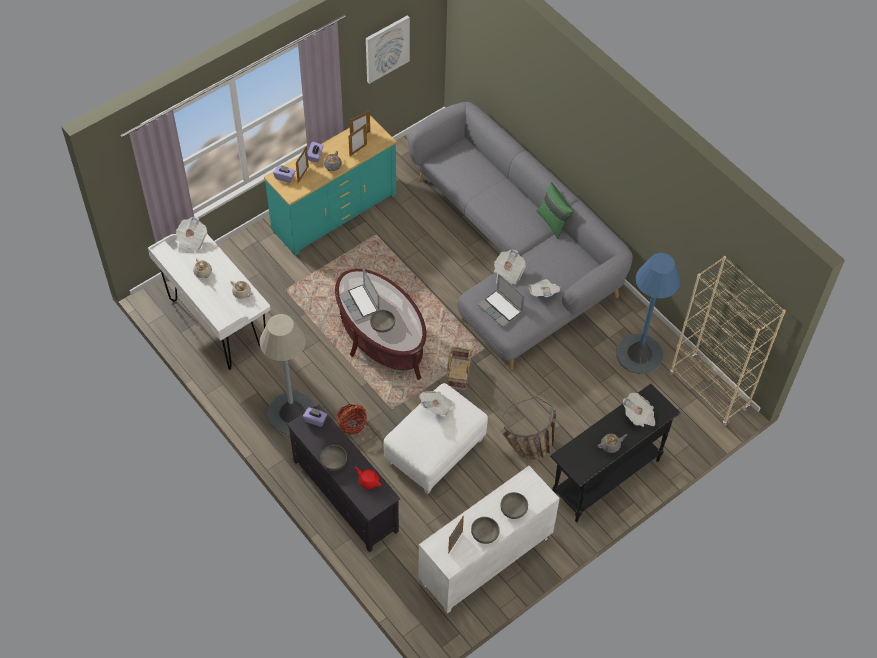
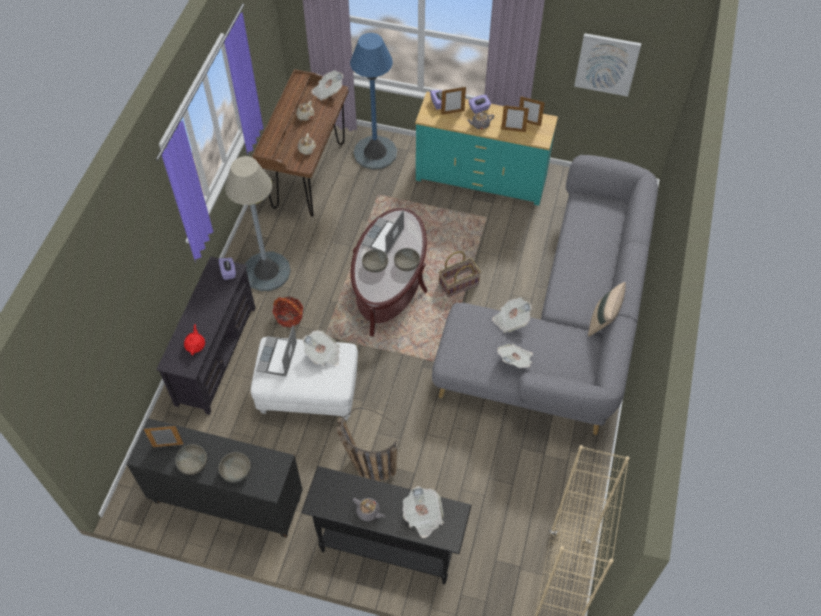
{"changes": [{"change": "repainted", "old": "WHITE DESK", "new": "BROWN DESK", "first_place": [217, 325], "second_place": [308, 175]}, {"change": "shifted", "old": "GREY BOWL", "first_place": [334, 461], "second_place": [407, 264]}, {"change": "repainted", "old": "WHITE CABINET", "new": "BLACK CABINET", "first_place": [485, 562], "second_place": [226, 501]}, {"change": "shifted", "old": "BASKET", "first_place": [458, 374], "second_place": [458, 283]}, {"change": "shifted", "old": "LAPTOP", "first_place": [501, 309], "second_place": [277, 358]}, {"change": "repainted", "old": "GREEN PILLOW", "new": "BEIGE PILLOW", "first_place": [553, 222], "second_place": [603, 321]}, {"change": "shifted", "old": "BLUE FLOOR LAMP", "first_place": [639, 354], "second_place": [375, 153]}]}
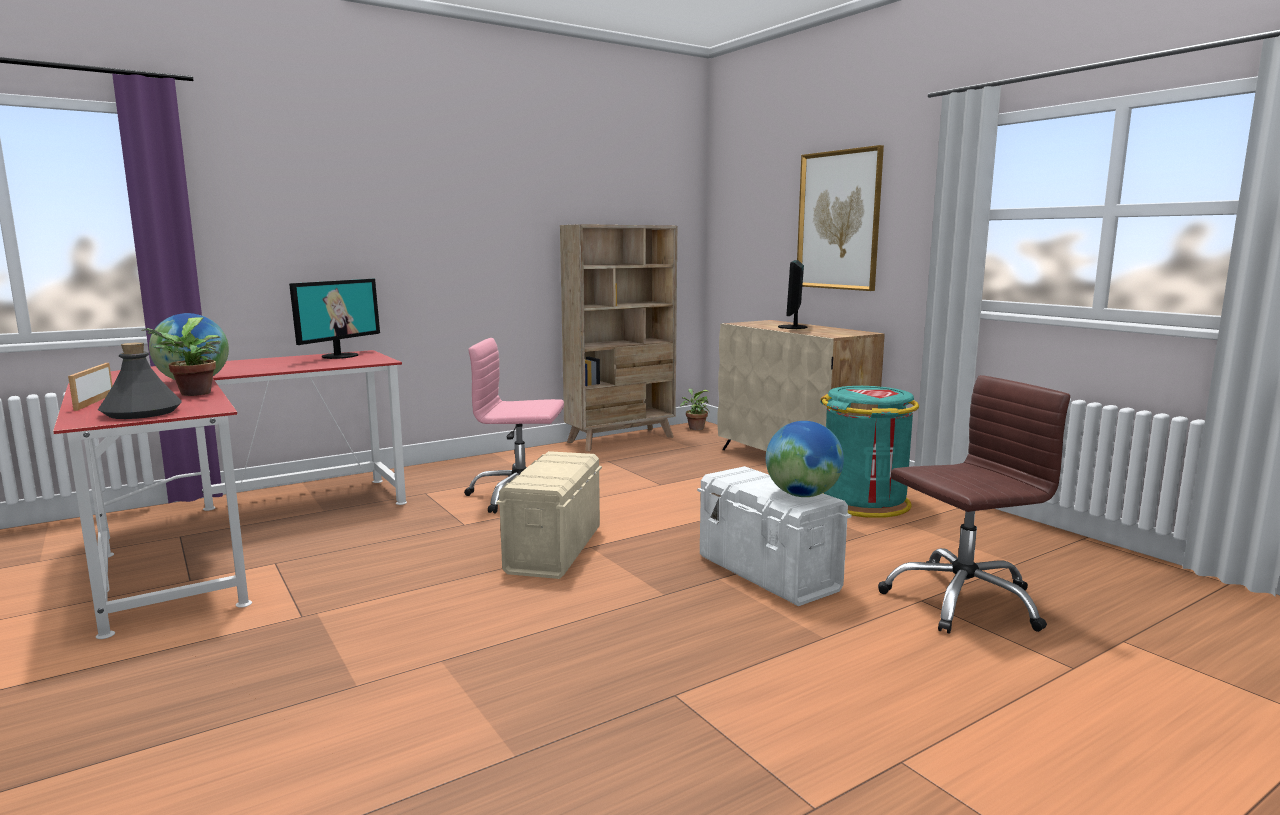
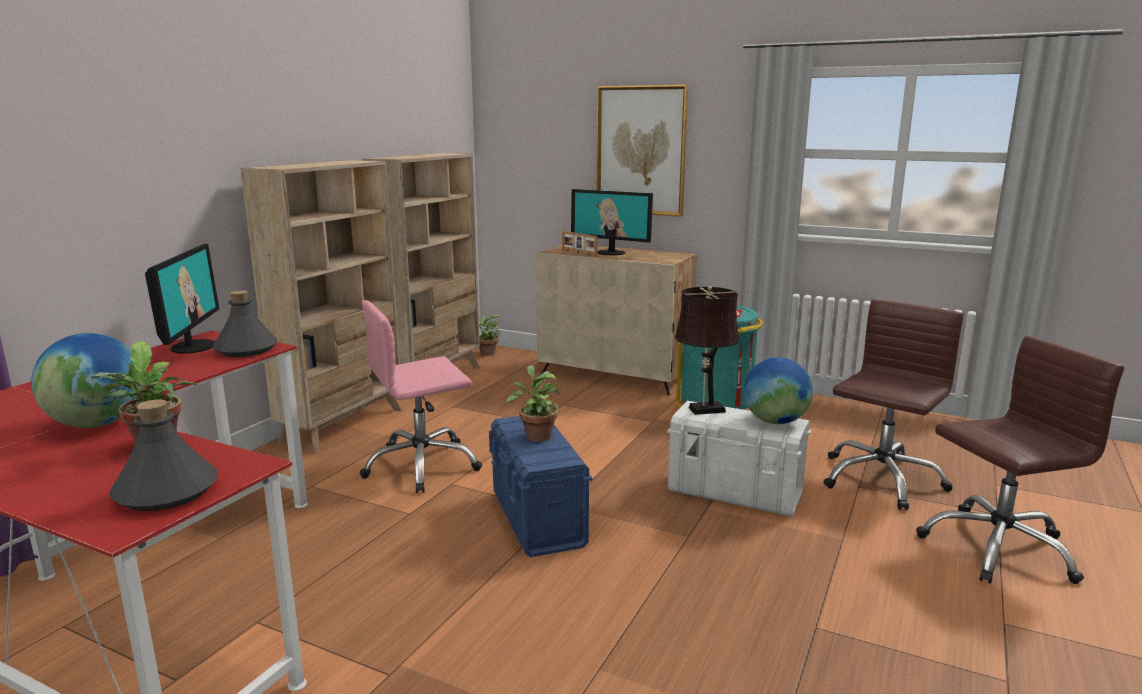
{"changes": [{"change": "shifted", "old": "PICTURE FRAME", "first_place": [93, 402], "second_place": [578, 253]}, {"change": "repainted", "old": "BEIGE STORAGE BOX", "new": "BLUE STORAGE BOX", "first_place": [553, 550], "second_place": [537, 519]}, {"change": "rotated", "old": "MONITOR", "first_place": [793, 327], "second_place": [611, 252], "degrees": -45}, {"change": "new", "new": "GREY BOTTLE", "second_place": [246, 349]}, {"change": "new", "new": "BEIGE BOOKCASE", "second_place": [343, 425]}, {"change": "new", "new": "POTTED PLANT", "second_place": [536, 436]}, {"change": "new", "new": "BROWN TABLE LAMP", "second_place": [703, 410]}, {"change": "new", "new": "BROWN OFFICE CHAIR", "second_place": [997, 547]}]}
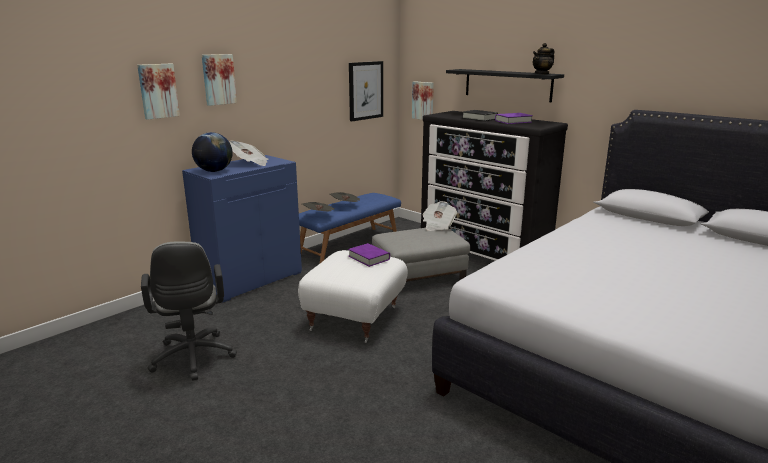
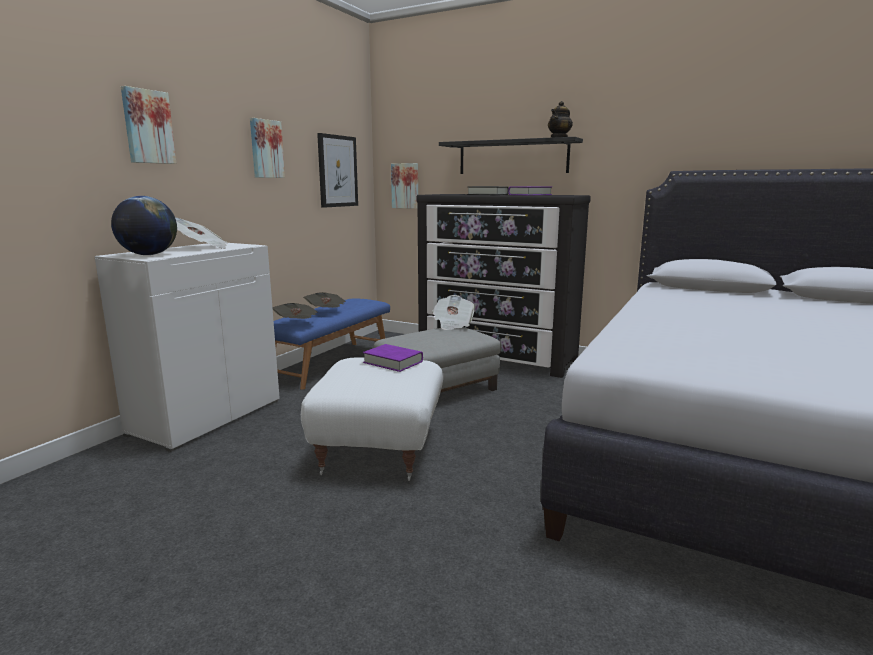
{"changes": [{"change": "shifted", "old": "PICTURE", "first_place": [158, 91], "second_place": [266, 149]}, {"change": "gone", "old": "GREY OFFICE CHAIR", "first_place": [193, 359]}, {"change": "repainted", "old": "BLUE CABINET", "new": "WHITE CABINET", "first_place": [250, 279], "second_place": [206, 416]}]}
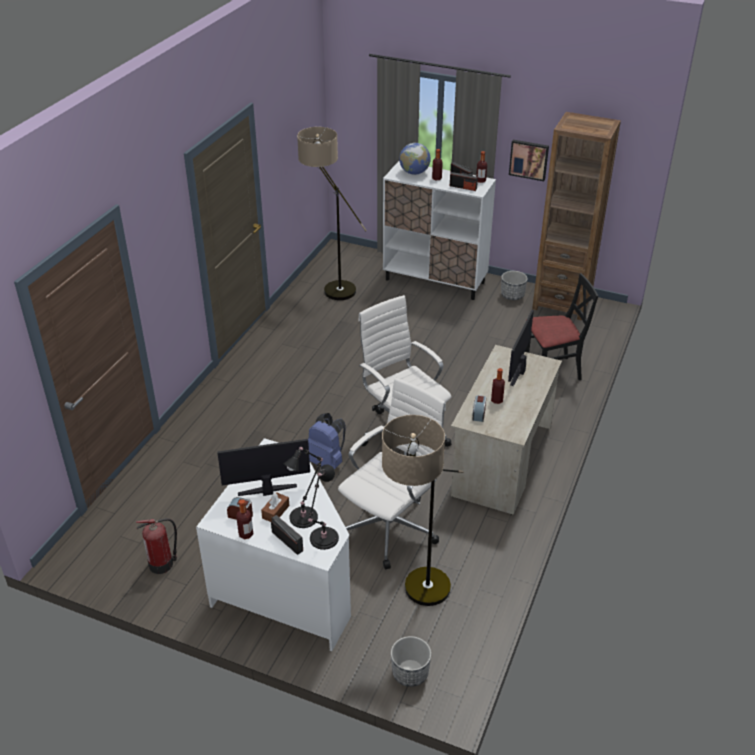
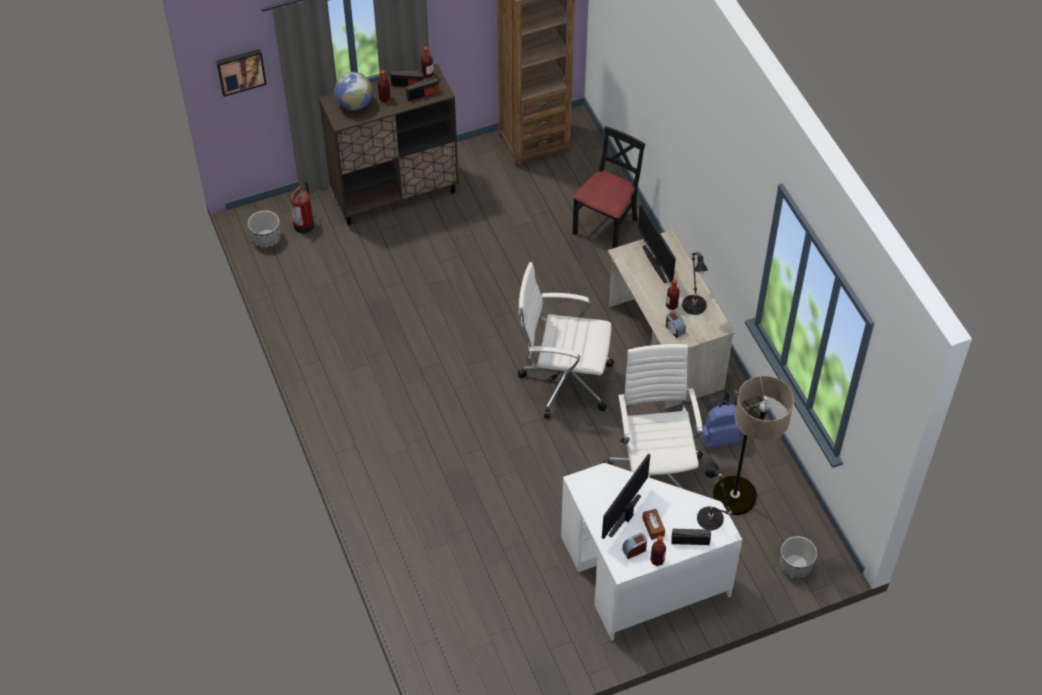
{"changes": [{"change": "shifted", "old": "FIRE EXTINGUISHER", "first_place": [162, 564], "second_place": [304, 224]}, {"change": "shifted", "old": "BLACK TABLE LAMP", "first_place": [305, 516], "second_place": [694, 303]}, {"change": "gone", "old": "FLOOR LAMP", "first_place": [330, 286]}, {"change": "shifted", "old": "BLUE BACKPACK", "first_place": [327, 461], "second_place": [719, 436]}, {"change": "repainted", "old": "WHITE CABINET", "new": "BROWN CABINET", "first_place": [435, 281], "second_place": [395, 194]}, {"change": "shifted", "old": "PLANTER", "first_place": [512, 295], "second_place": [266, 239]}, {"change": "shifted", "old": "PICTURE", "first_place": [529, 159], "second_place": [240, 71]}]}
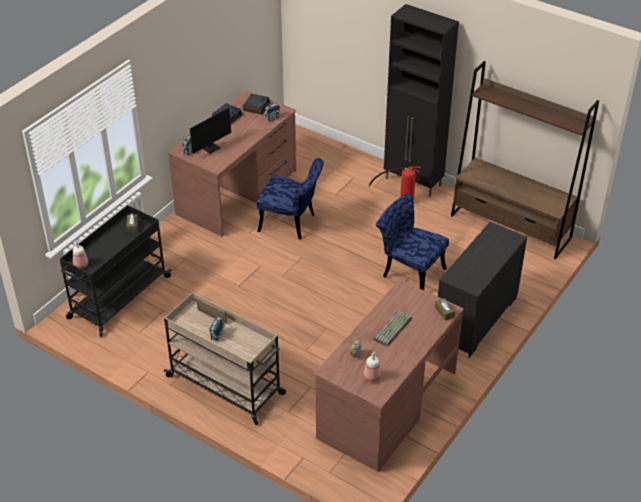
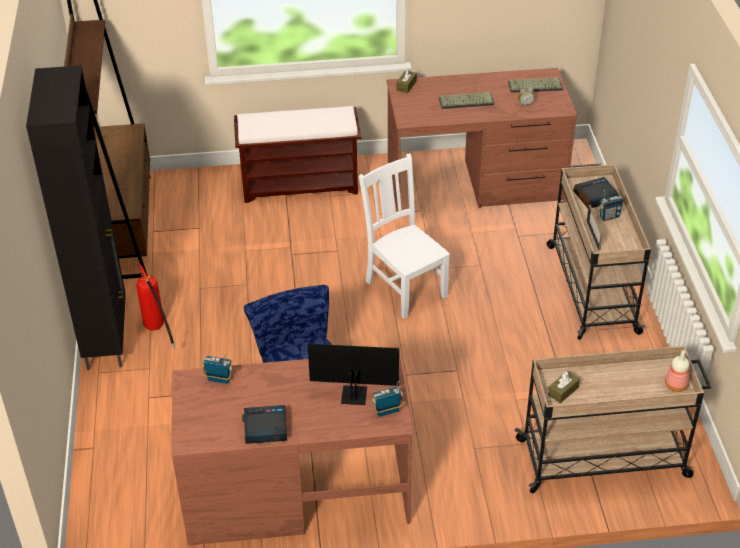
{"changes": [{"change": "repainted", "old": "BLACK CART", "new": "BEIGE CART", "first_place": [118, 298], "second_place": [604, 458]}, {"change": "shifted", "old": "ALARM CLOCK", "first_place": [256, 107], "second_place": [594, 197]}, {"change": "swapped", "old": "BOTTLE", "new": "KEYBOARD", "first_place": [372, 377], "second_place": [535, 85]}, {"change": "gone", "old": "BLUE CHAIR", "first_place": [409, 271]}, {"change": "swapped", "old": "BLACK DRESSER", "new": "BROWN BENCH", "first_place": [476, 319], "second_place": [301, 185]}, {"change": "new", "new": "WHITE CHAIR", "second_place": [404, 287]}]}
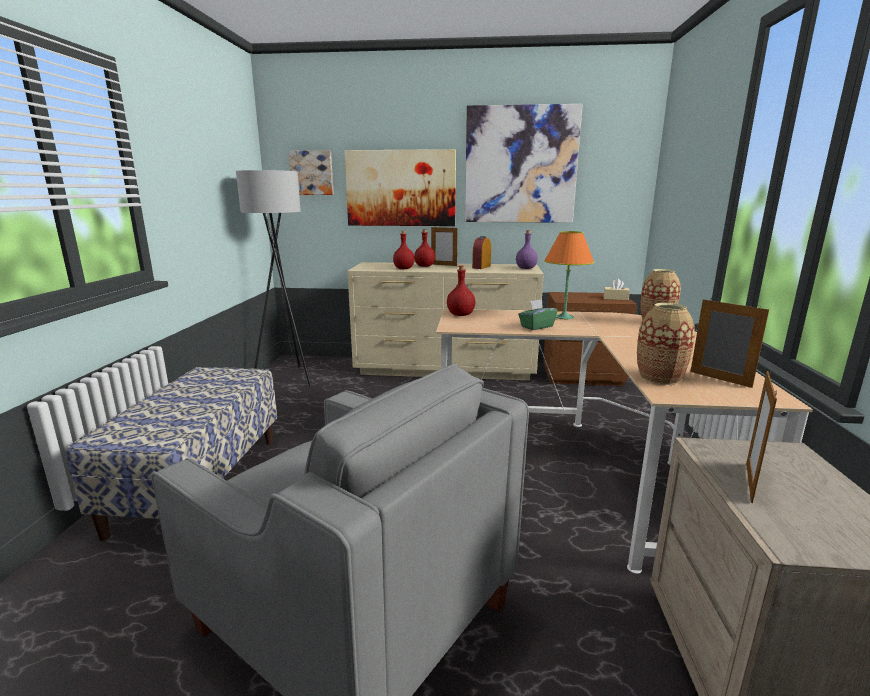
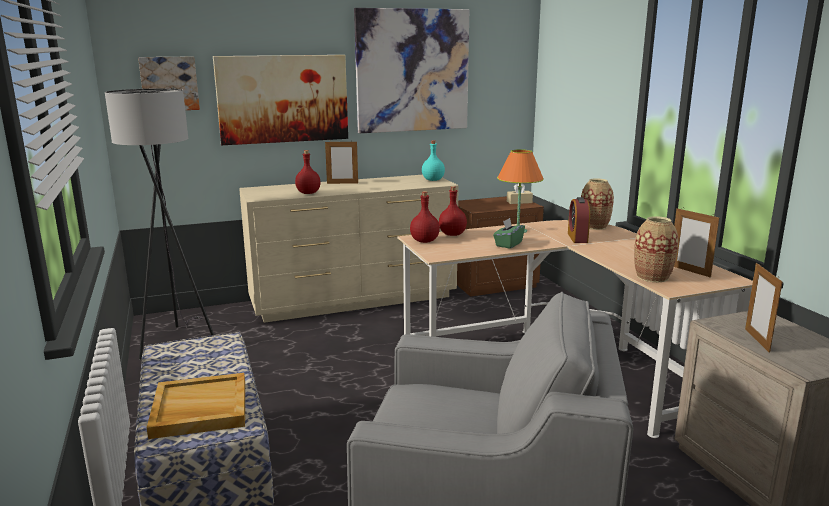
{"changes": [{"change": "shifted", "old": "RED BOTTLE", "first_place": [425, 266], "second_place": [452, 234]}, {"change": "shifted", "old": "ALARM CLOCK", "first_place": [481, 267], "second_place": [577, 238]}, {"change": "repainted", "old": "PURPLE BOTTLE", "new": "TURQUOISE BOTTLE", "first_place": [526, 268], "second_place": [433, 180]}, {"change": "rotated", "old": "PICTURE FRAME", "first_place": [720, 379], "second_place": [689, 271], "degrees": -150}, {"change": "new", "new": "BEIGE TRAY", "second_place": [199, 409]}]}
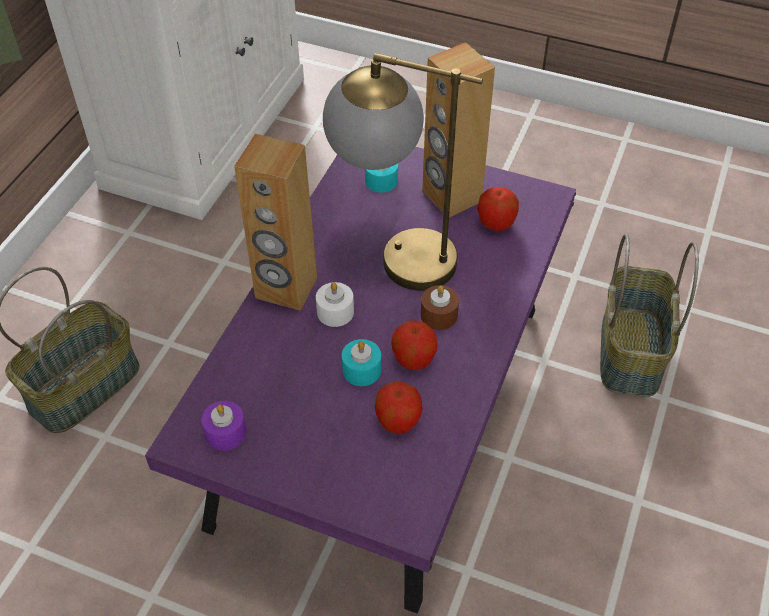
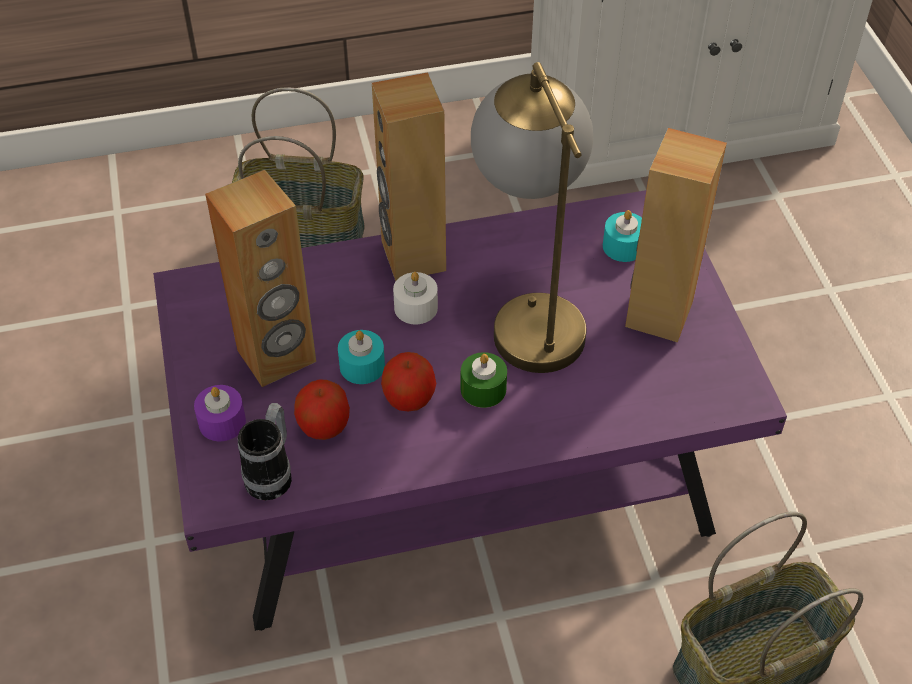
{"changes": [{"change": "shifted", "old": "PURPLE CANDLE", "first_place": [225, 432], "second_place": [222, 422]}, {"change": "repainted", "old": "BROWN CANDLE", "new": "GREEN CANDLE", "first_place": [439, 315], "second_place": [483, 389]}, {"change": "gone", "old": "APPLE", "first_place": [496, 223]}, {"change": "new", "new": "BROWN SPEAKER", "second_place": [277, 356]}, {"change": "new", "new": "MUG", "second_place": [272, 473]}]}
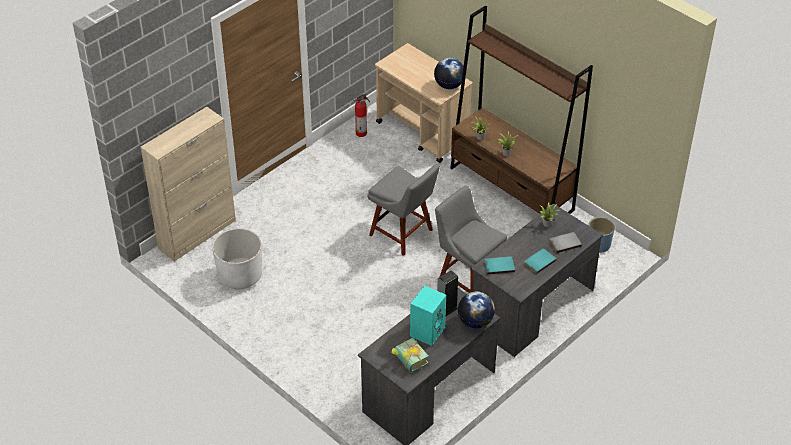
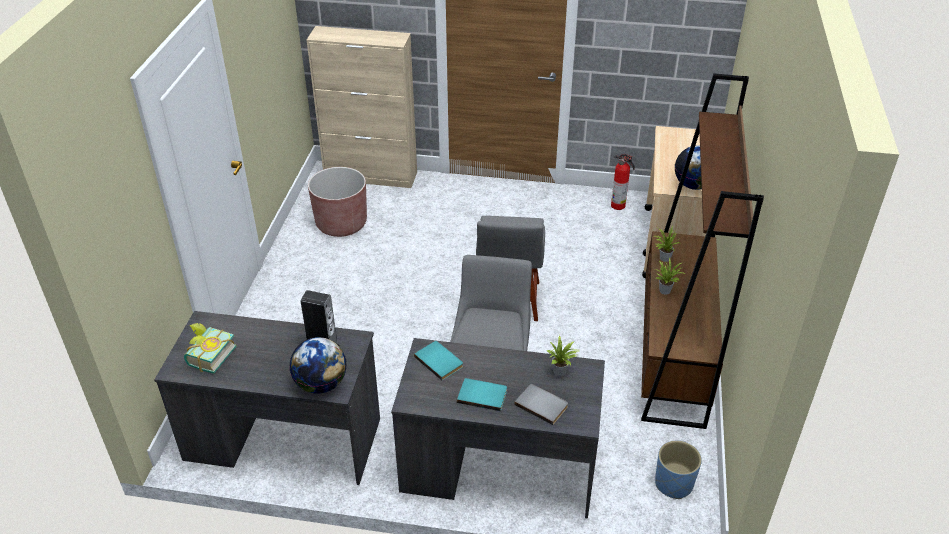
{"changes": [{"change": "repainted", "old": "WHITE PLANTER", "new": "BROWN PLANTER", "first_place": [240, 275], "second_place": [341, 224]}, {"change": "gone", "old": "TURQUOISE SPEAKER", "first_place": [427, 331]}]}
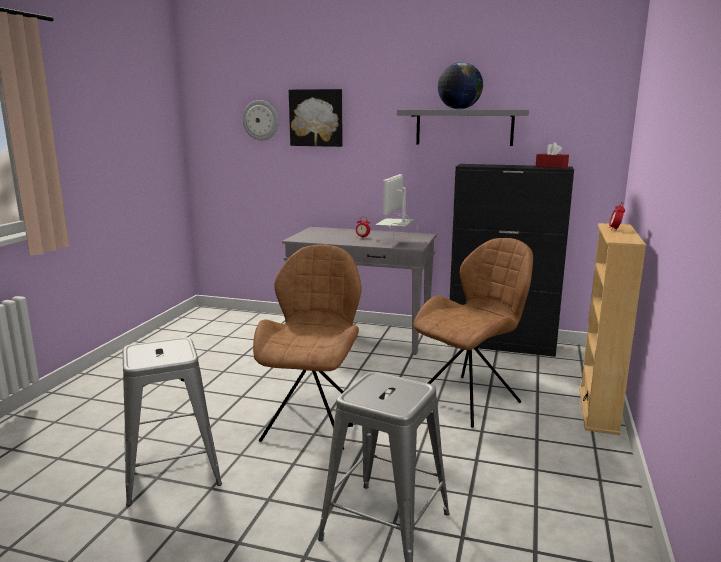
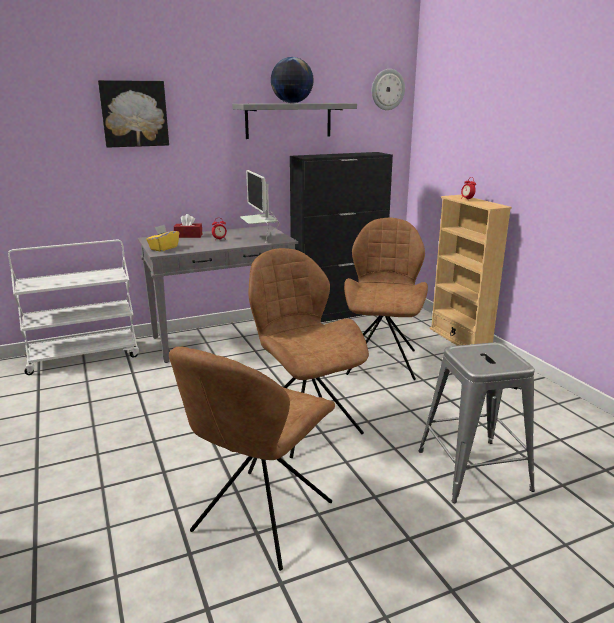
{"changes": [{"change": "swapped", "old": "GREY STOOL", "new": "BROWN CHAIR", "first_place": [172, 471], "second_place": [260, 520]}, {"change": "shifted", "old": "WALL CLOCK", "first_place": [261, 120], "second_place": [387, 89]}, {"change": "shifted", "old": "RED TISSUE BOX", "first_place": [551, 166], "second_place": [188, 236]}, {"change": "new", "new": "WHITE CART", "second_place": [84, 356]}, {"change": "new", "new": "YELLOW TISSUE BOX", "second_place": [163, 248]}]}
